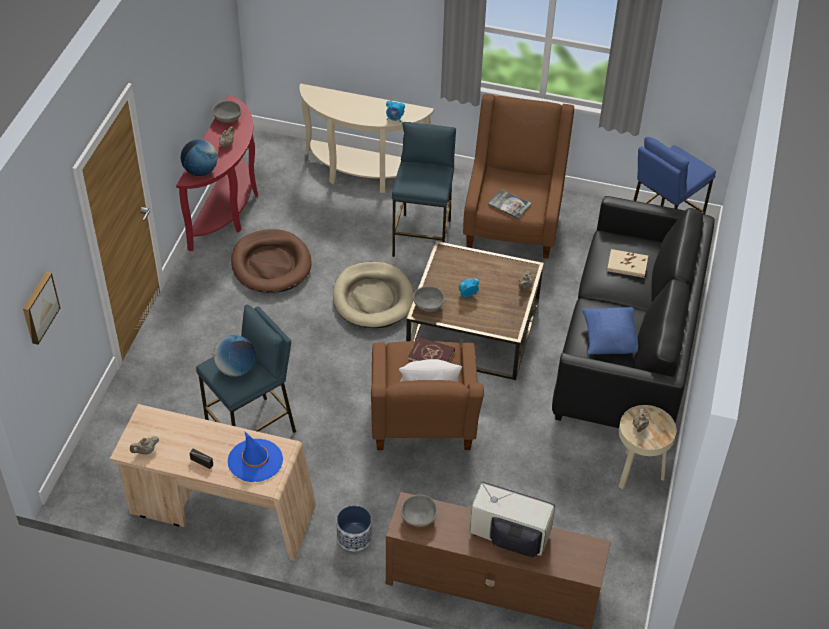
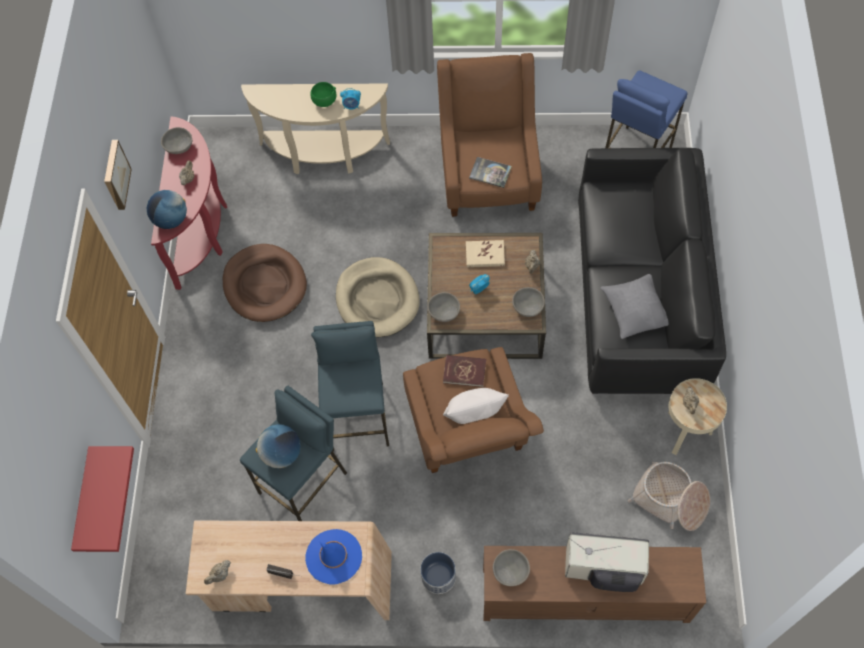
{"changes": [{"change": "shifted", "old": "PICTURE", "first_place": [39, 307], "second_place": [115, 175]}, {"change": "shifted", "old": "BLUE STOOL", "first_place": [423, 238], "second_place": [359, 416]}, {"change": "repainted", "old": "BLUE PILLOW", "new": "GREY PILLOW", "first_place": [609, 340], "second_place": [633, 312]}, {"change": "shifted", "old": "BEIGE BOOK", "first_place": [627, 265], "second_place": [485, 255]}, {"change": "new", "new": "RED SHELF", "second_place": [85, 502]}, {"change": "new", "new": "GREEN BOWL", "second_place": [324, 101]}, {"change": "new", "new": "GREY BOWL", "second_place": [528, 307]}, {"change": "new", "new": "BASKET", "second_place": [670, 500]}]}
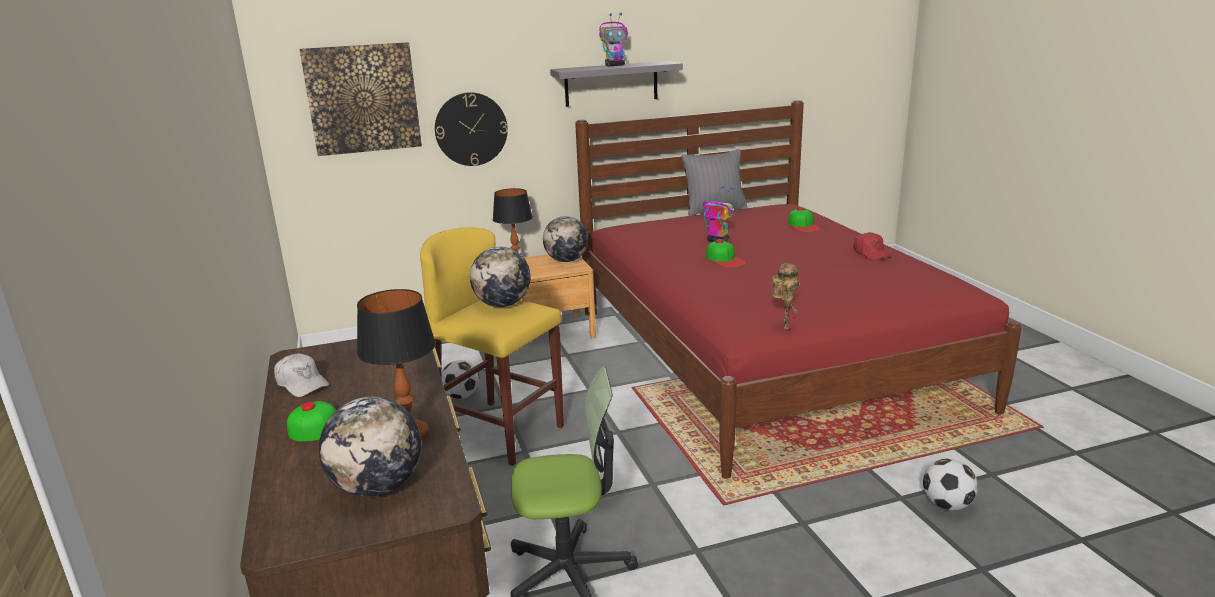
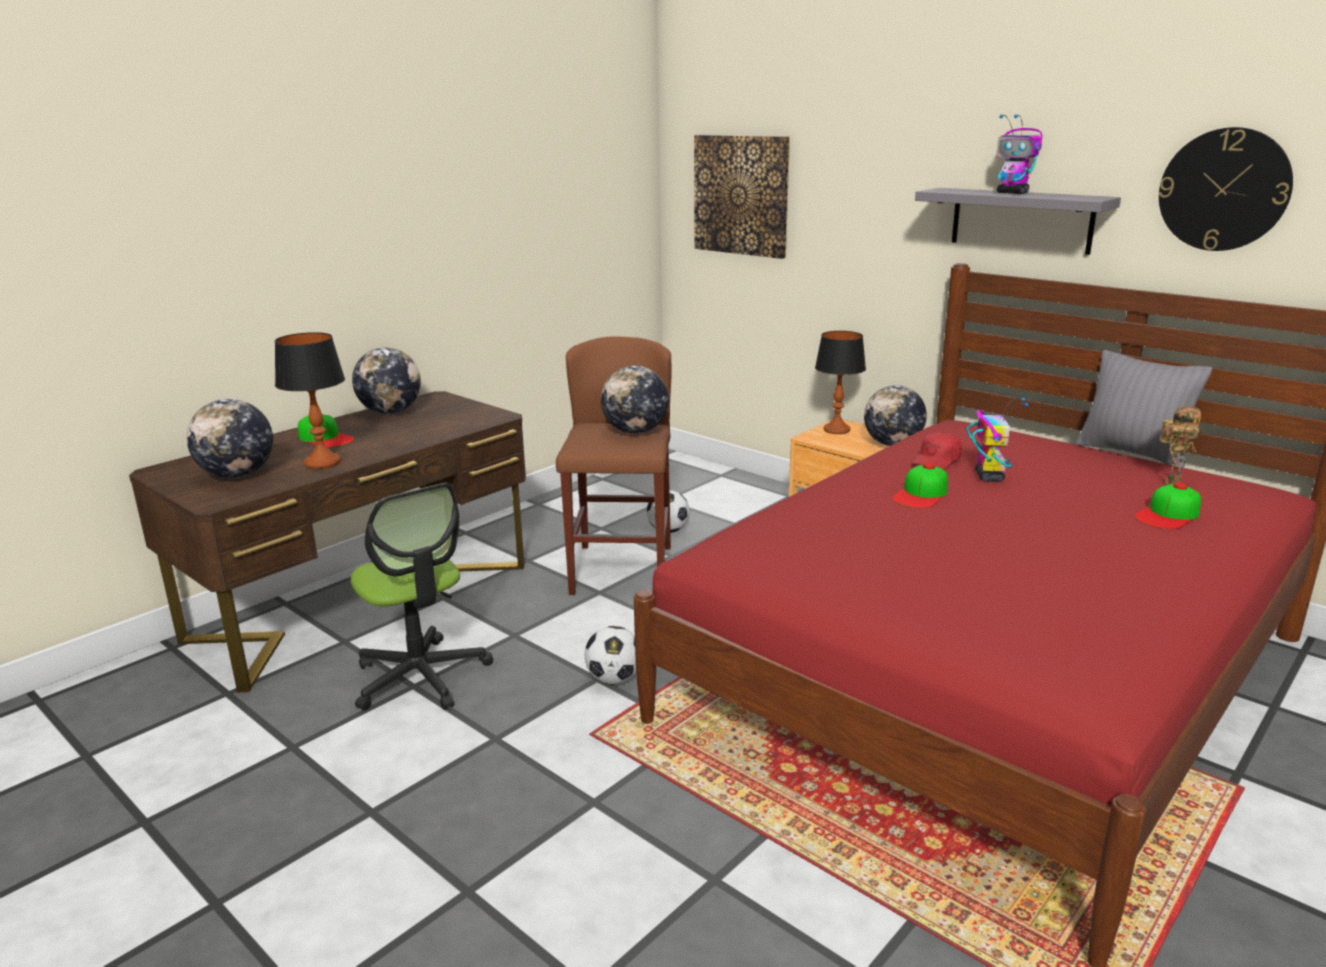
{"changes": [{"change": "swapped", "old": "WHITE CAP", "new": "GLOBE", "first_place": [302, 383], "second_place": [390, 412]}, {"change": "repainted", "old": "YELLOW STOOL", "new": "BROWN STOOL", "first_place": [501, 432], "second_place": [621, 570]}, {"change": "shifted", "old": "WALL CLOCK", "first_place": [471, 129], "second_place": [1224, 190]}, {"change": "shifted", "old": "TOY ROBOT", "first_place": [783, 326], "second_place": [1172, 482]}, {"change": "shifted", "old": "RED CAP", "first_place": [871, 253], "second_place": [937, 461]}, {"change": "shifted", "old": "FOOTBALL", "first_place": [947, 505], "second_place": [614, 679]}]}
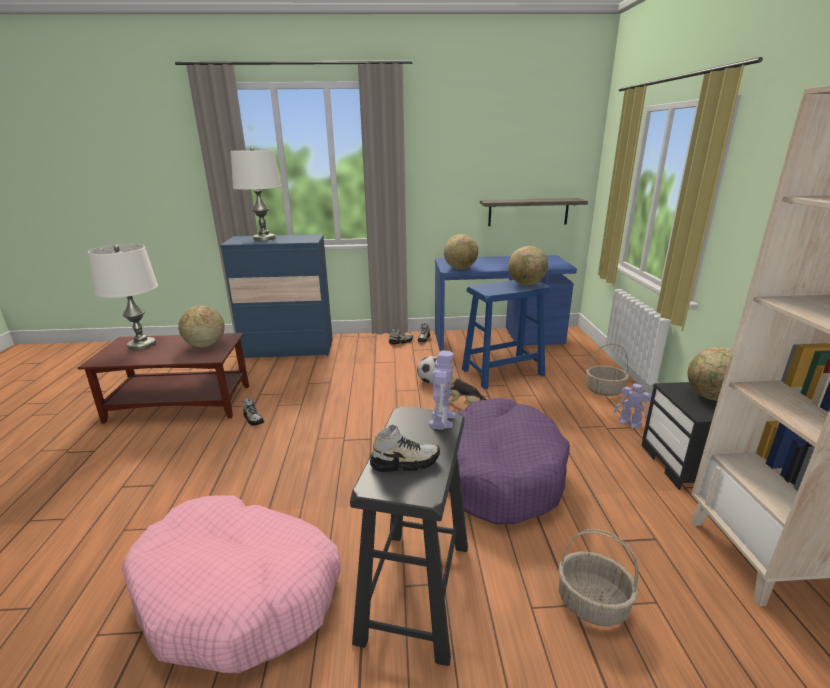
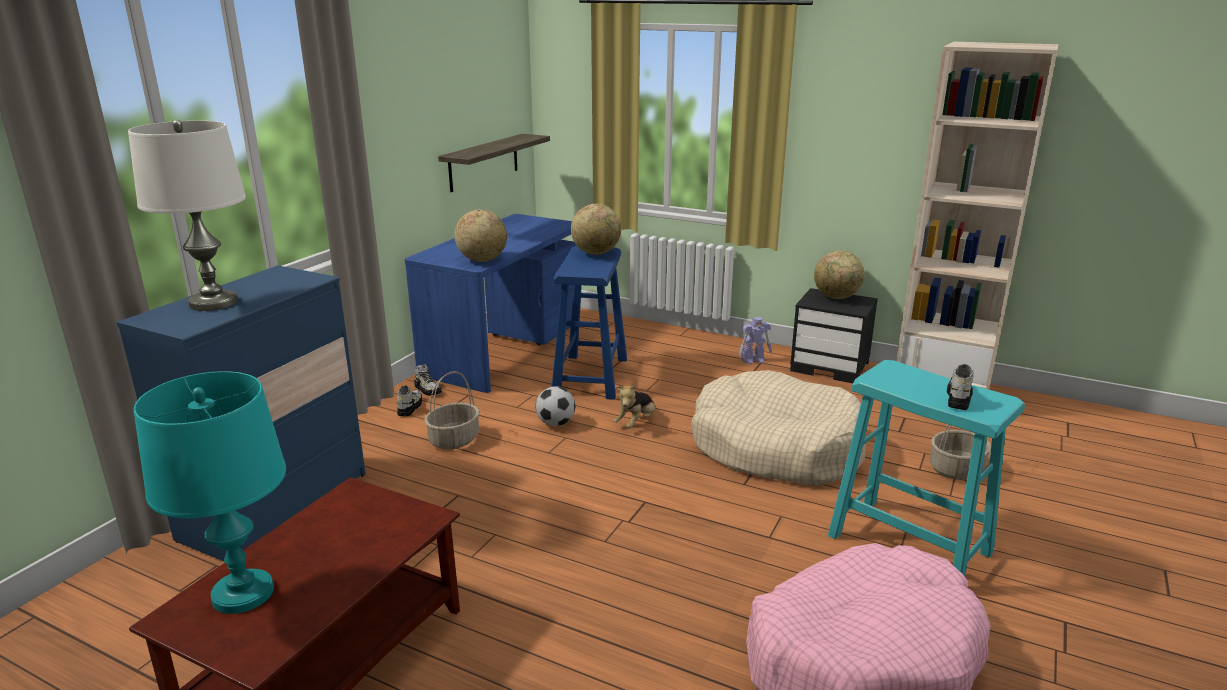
{"changes": [{"change": "repainted", "old": "WHITE TABLE LAMP", "new": "TURQUOISE TABLE LAMP", "first_place": [142, 345], "second_place": [243, 594]}, {"change": "gone", "old": "GLOBE", "first_place": [205, 345]}, {"change": "gone", "old": "SHOE", "first_place": [253, 419]}, {"change": "repainted", "old": "BLACK STOOL", "new": "TURQUOISE STOOL", "first_place": [416, 590], "second_place": [908, 543]}, {"change": "gone", "old": "TOY ROBOT", "first_place": [442, 419]}, {"change": "repainted", "old": "PURPLE DOG BED", "new": "BEIGE DOG BED", "first_place": [500, 472], "second_place": [776, 447]}, {"change": "shifted", "old": "BASKET", "first_place": [604, 390], "second_place": [454, 440]}]}
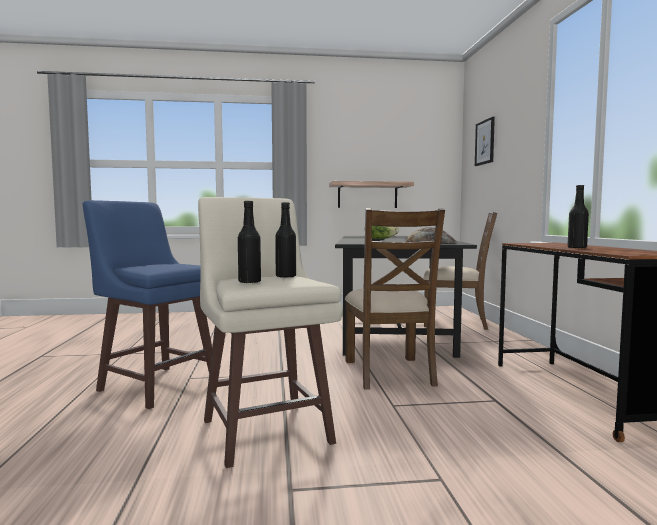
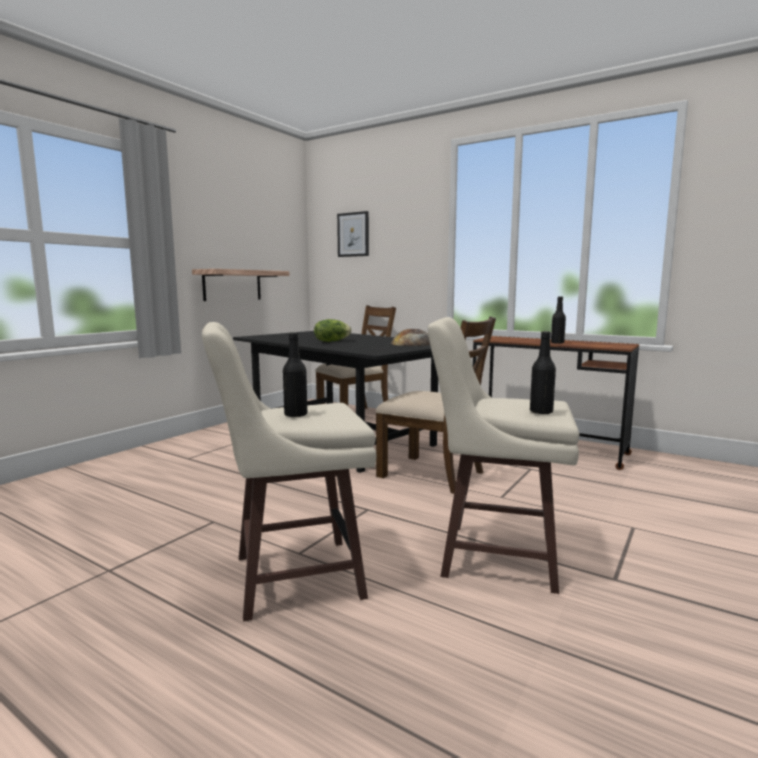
{"changes": [{"change": "repainted", "old": "BLUE STOOL", "new": "BEIGE STOOL", "first_place": [157, 385], "second_place": [293, 577]}, {"change": "shifted", "old": "BLACK BOTTLE", "first_place": [286, 276], "second_place": [295, 415]}]}
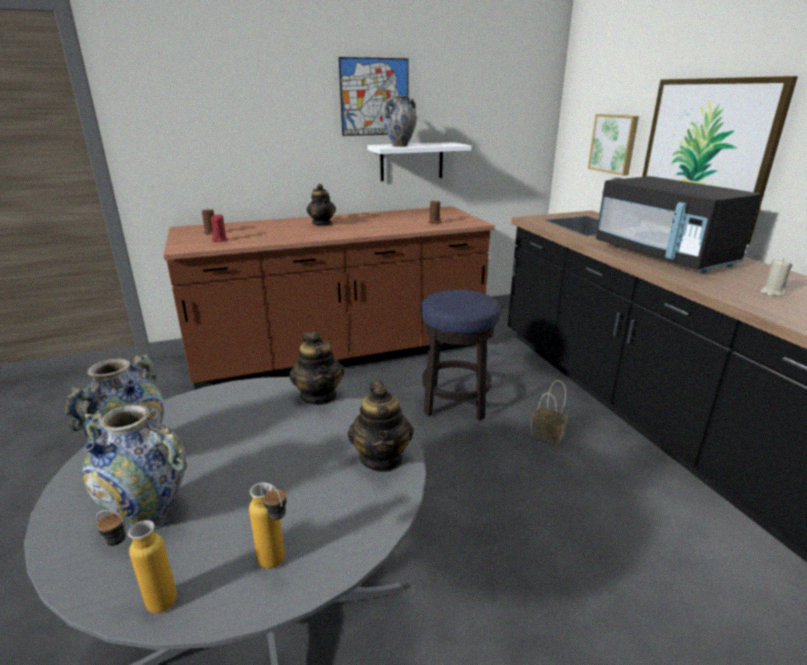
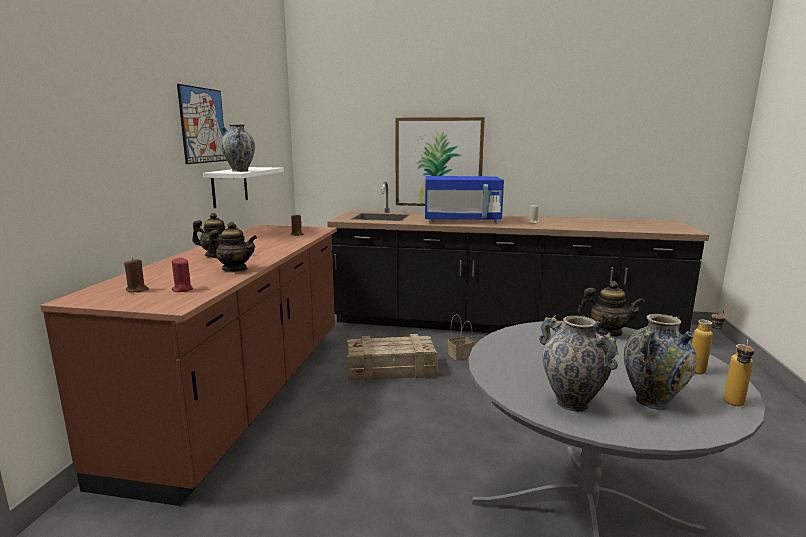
{"changes": [{"change": "shifted", "old": "TEAPOT", "first_place": [319, 396], "second_place": [235, 269]}, {"change": "swapped", "old": "STOOL", "new": "CRATE", "first_place": [455, 402], "second_place": [391, 370]}, {"change": "gone", "old": "PICTURE", "first_place": [614, 144]}, {"change": "repainted", "old": "BLACK MICROWAVE", "new": "BLUE MICROWAVE", "first_place": [663, 256], "second_place": [461, 220]}]}
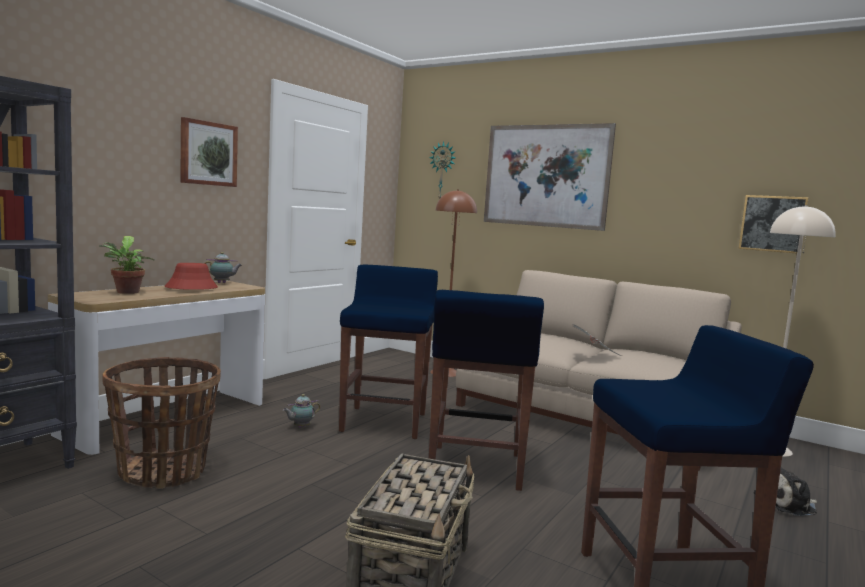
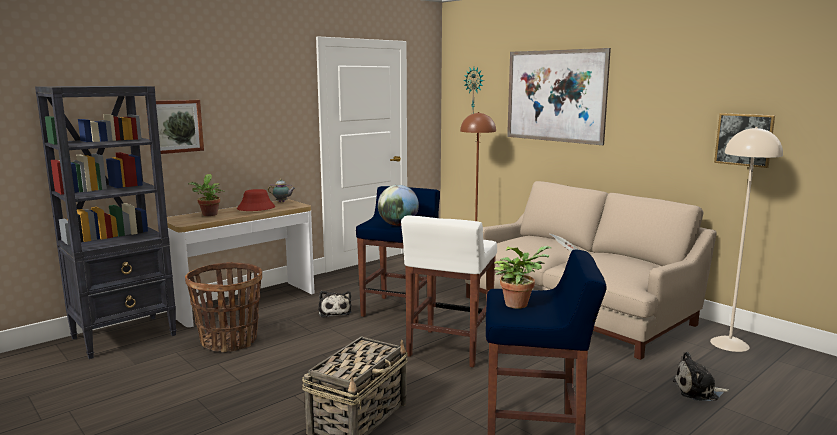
{"changes": [{"change": "shifted", "old": "PICTURE", "first_place": [208, 153], "second_place": [174, 126]}, {"change": "swapped", "old": "TEAPOT", "new": "PLUSH TOY", "first_place": [300, 427], "second_place": [334, 312]}, {"change": "repainted", "old": "BLUE STOOL", "new": "WHITE STOOL", "first_place": [475, 468], "second_place": [449, 349]}, {"change": "new", "new": "GLOBE", "second_place": [398, 225]}, {"change": "new", "new": "POTTED PLANT", "second_place": [518, 303]}]}
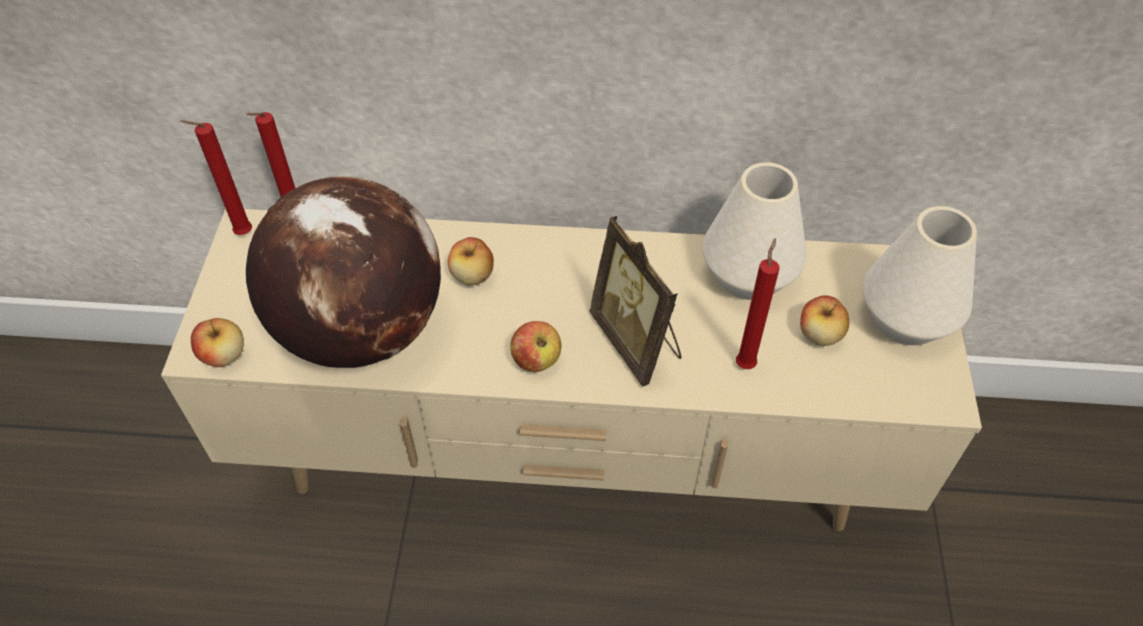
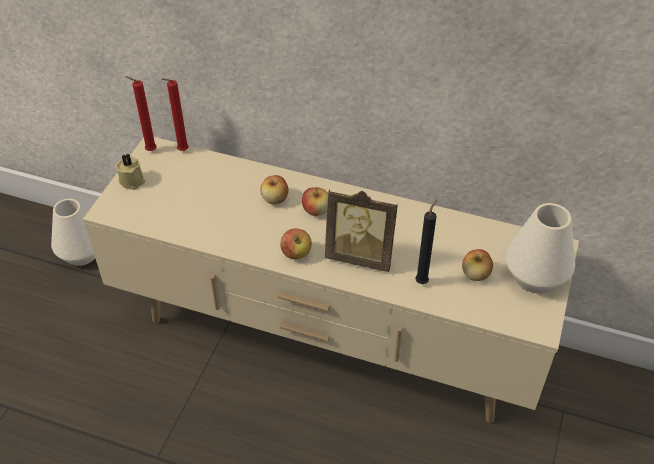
{"changes": [{"change": "shifted", "old": "APPLE", "first_place": [224, 355], "second_place": [316, 210]}, {"change": "gone", "old": "GLOBE", "first_place": [360, 329]}, {"change": "rotated", "old": "PICTURE FRAME", "first_place": [637, 342], "second_place": [360, 256], "degrees": -60}, {"change": "shifted", "old": "WHITE VASE", "first_place": [748, 275], "second_place": [81, 253]}, {"change": "repainted", "old": "RED CANDLE", "new": "BLACK CANDLE", "first_place": [746, 362], "second_place": [422, 281]}, {"change": "new", "new": "BEIGE CANDLE", "second_place": [132, 180]}]}
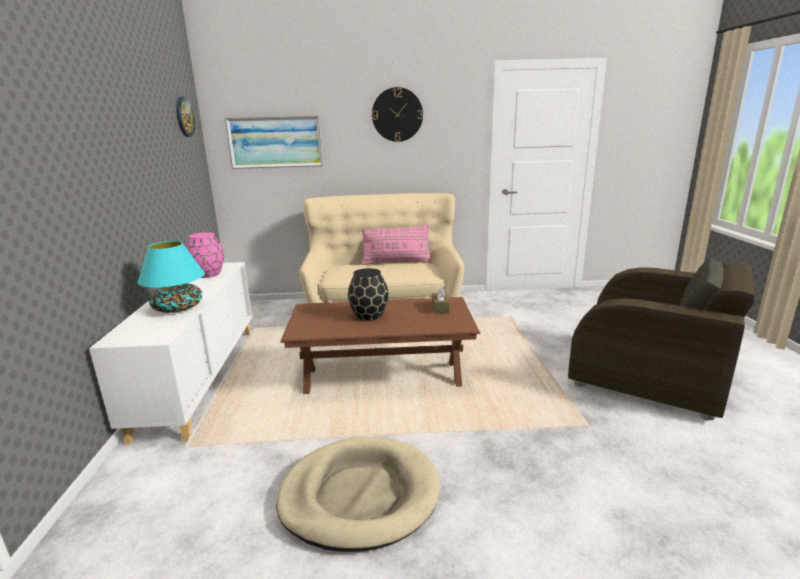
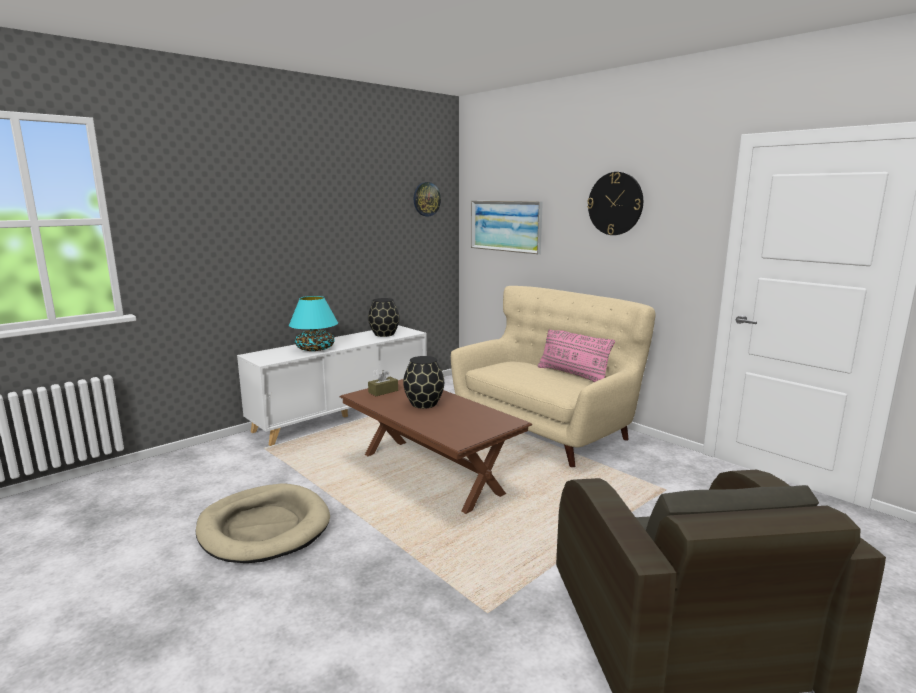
{"changes": [{"change": "repainted", "old": "PINK VASE", "new": "BLACK VASE", "first_place": [208, 274], "second_place": [384, 334]}, {"change": "shifted", "old": "BROWN TISSUE BOX", "first_place": [440, 308], "second_place": [383, 391]}]}
